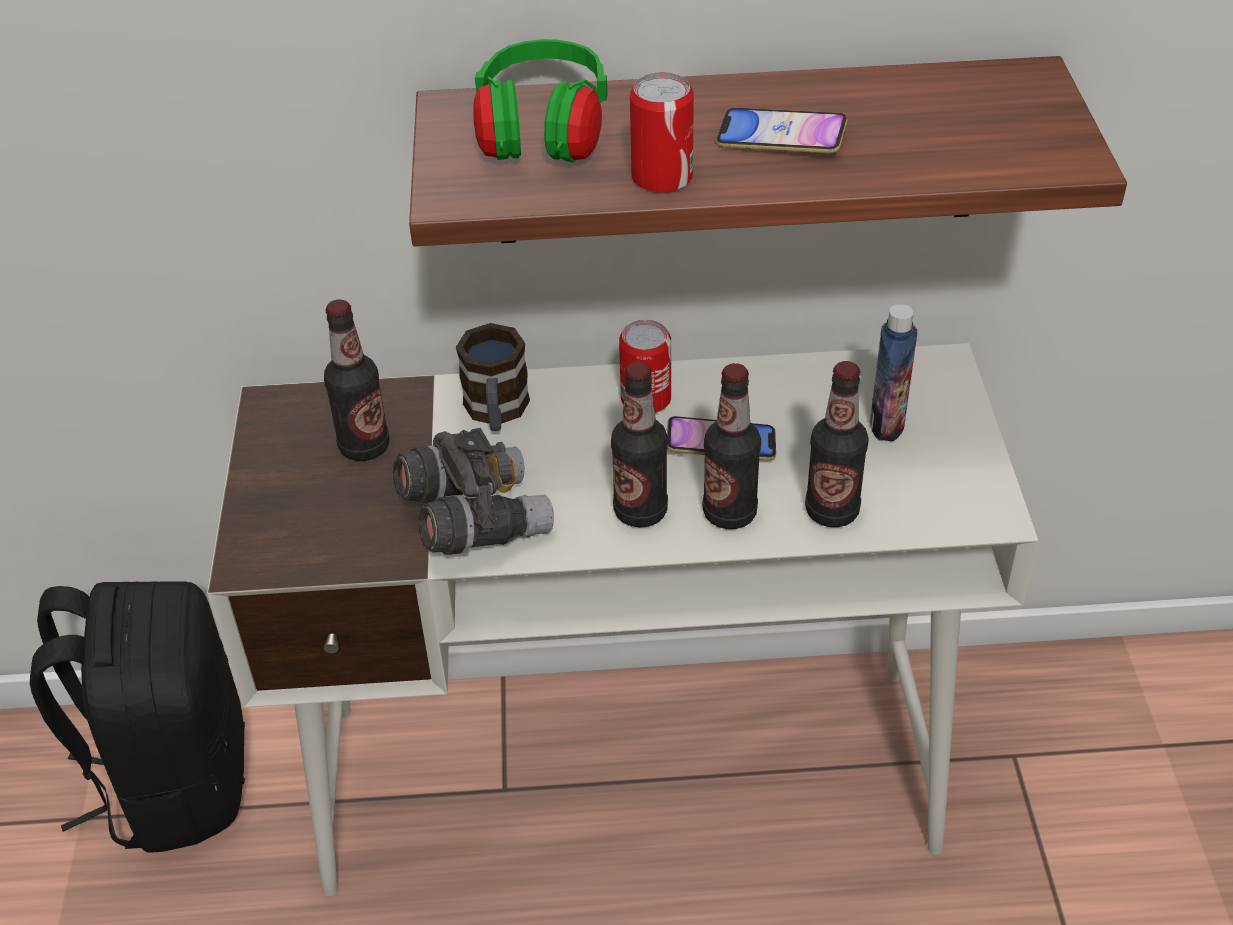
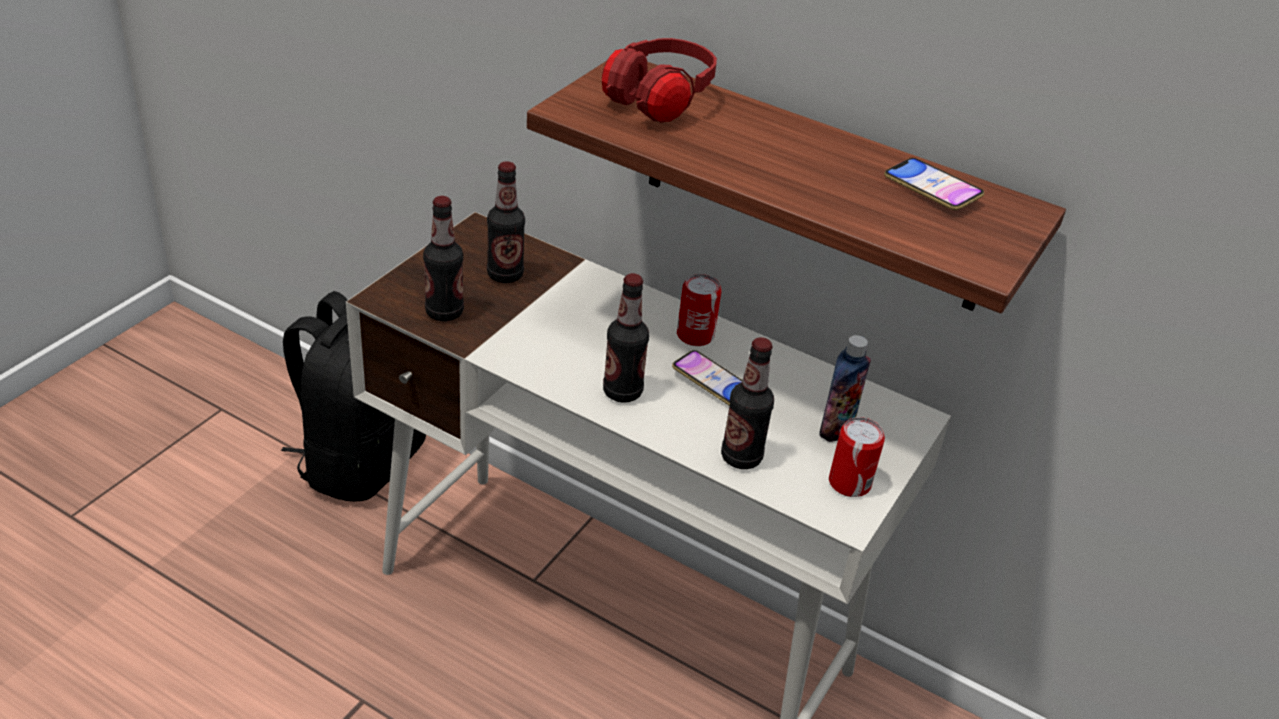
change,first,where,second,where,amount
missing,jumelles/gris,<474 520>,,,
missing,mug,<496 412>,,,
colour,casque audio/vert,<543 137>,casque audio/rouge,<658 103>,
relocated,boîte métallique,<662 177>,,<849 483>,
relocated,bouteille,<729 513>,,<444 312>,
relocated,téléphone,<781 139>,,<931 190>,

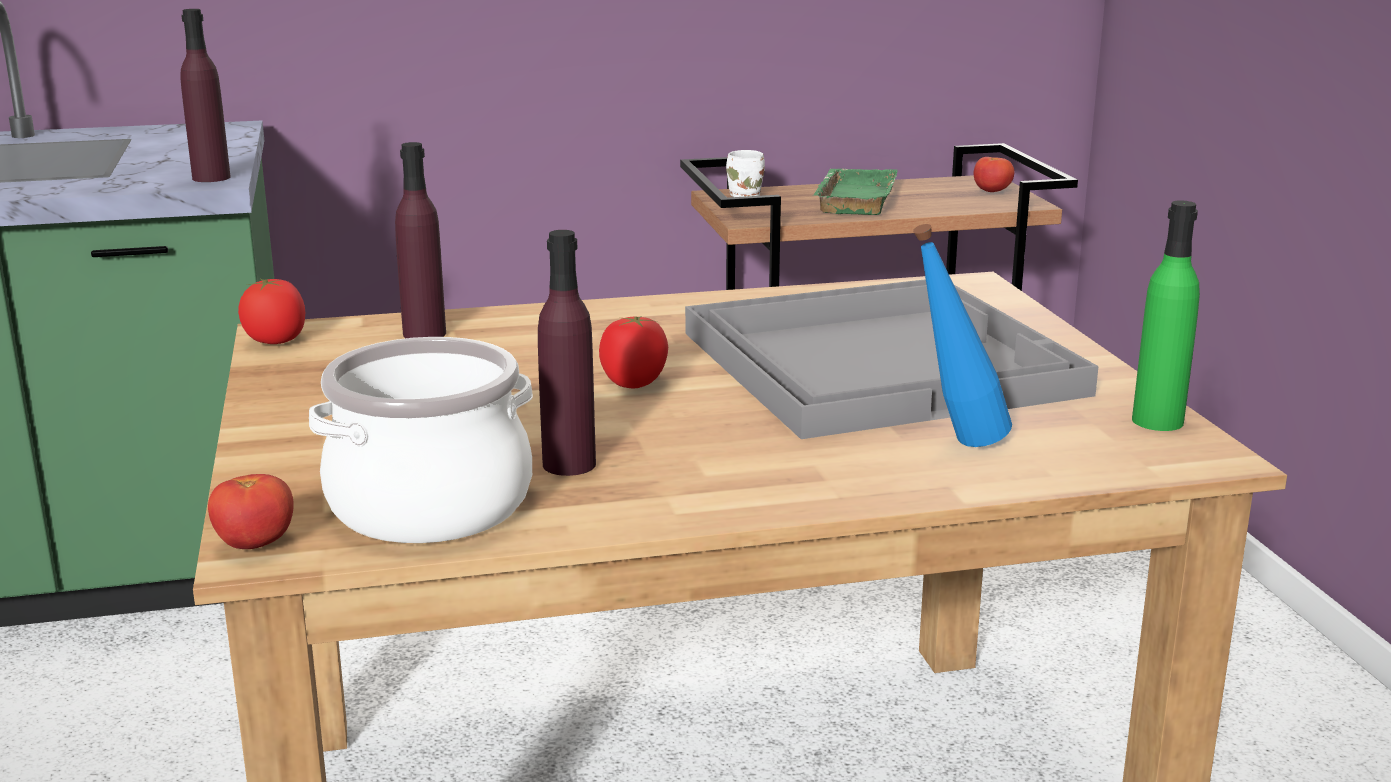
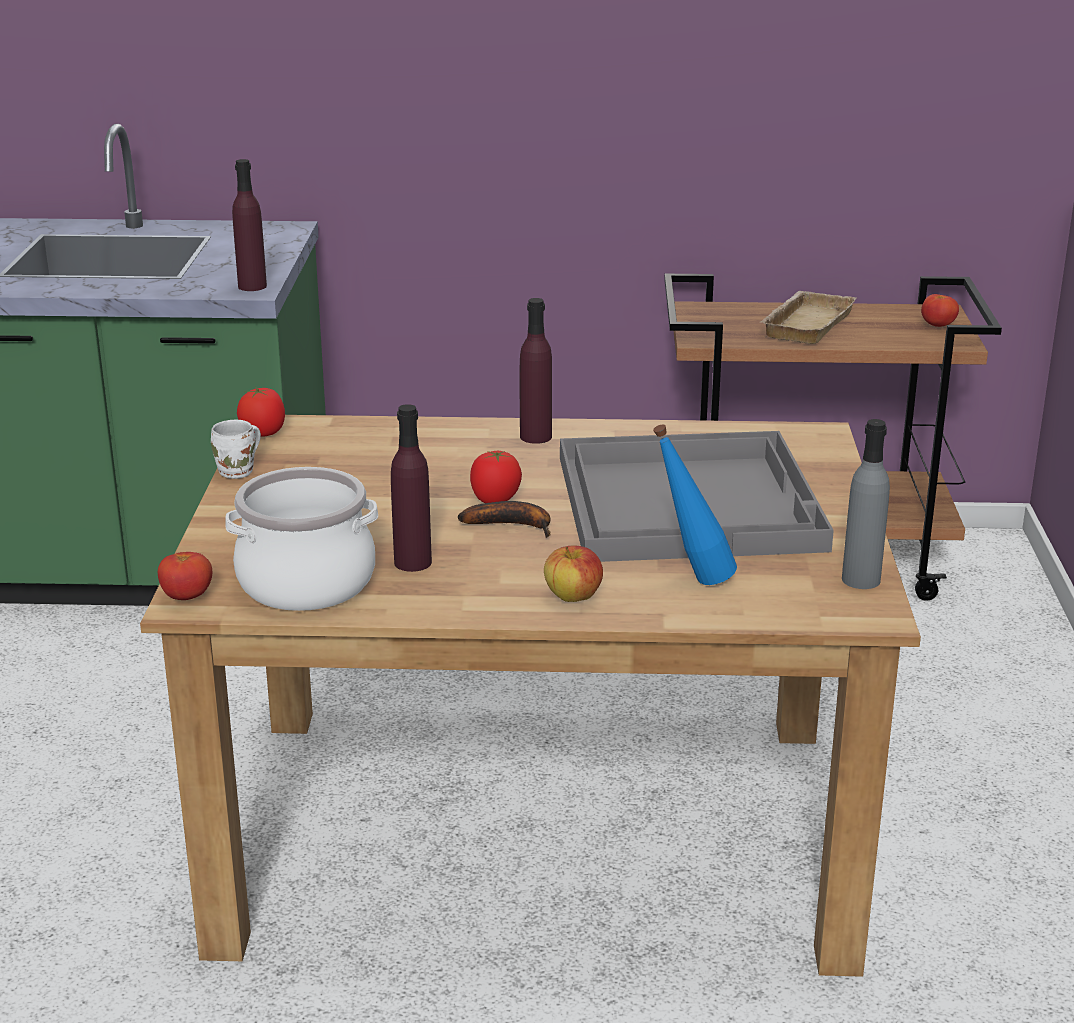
change,first,where,second,where,amount
relocated,bouteille/violet,<424 333>,,<535 437>,
relocated,mug/blanc,<747 196>,,<239 472>,
colour,plateau/vert,<852 199>,plateau/beige,<805 324>,
colour,bouteille/vert,<1157 421>,bouteille/gris,<861 580>,
appeared,,,banane,<513 525>,
appeared,,,pomme,<573 597>,

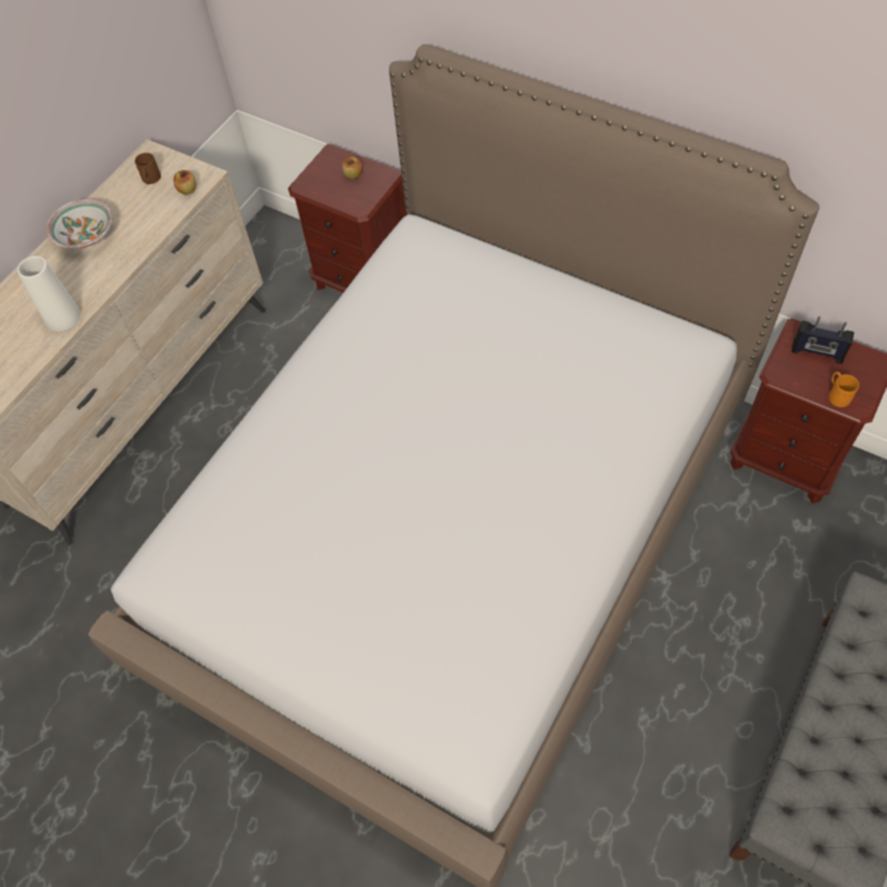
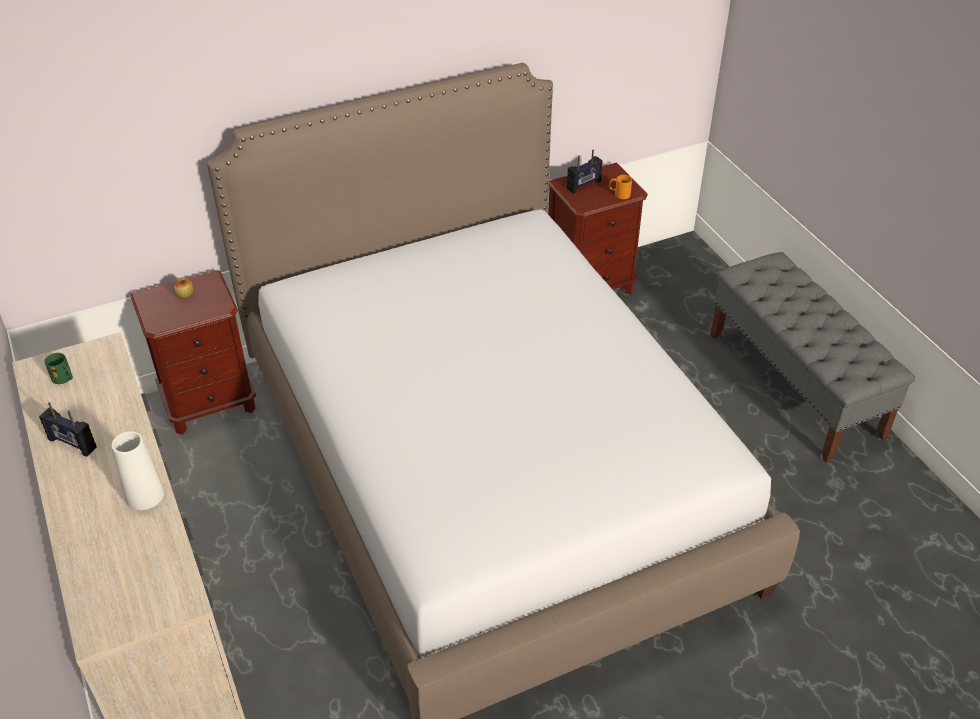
change,first,where,second,where,amount
exchanged,bol,<87 236>,radio,<72 444>,
colour,mug/marron,<151 180>,mug/vert,<65 378>,
missing,pomme,<187 190>,,,

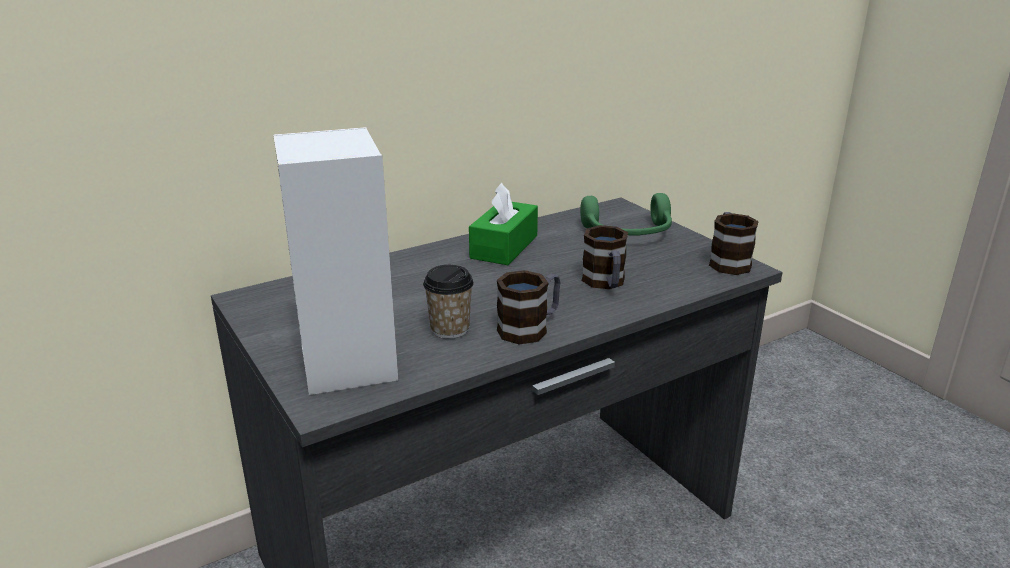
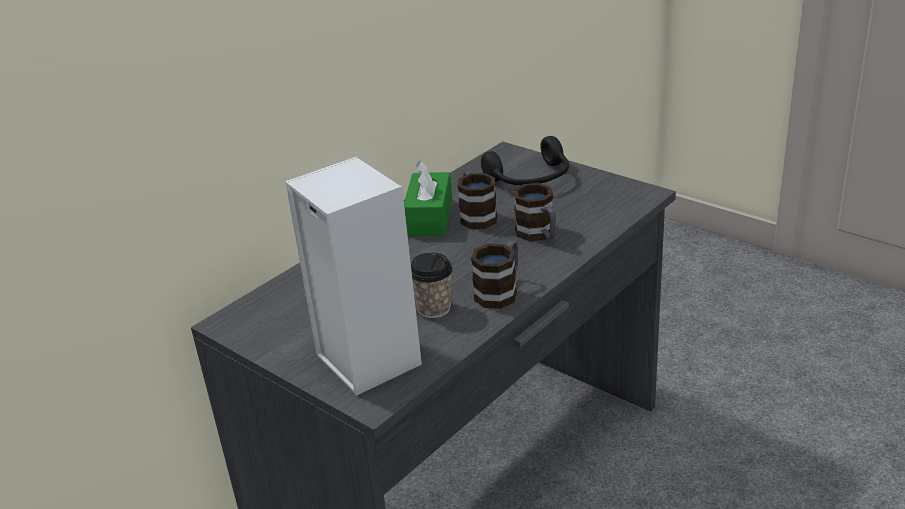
change,first,where,second,where,amount
colour,casque audio/vert,<628 233>,casque audio/noir,<530 179>,
relocated,mug,<728 261>,,<476 215>,

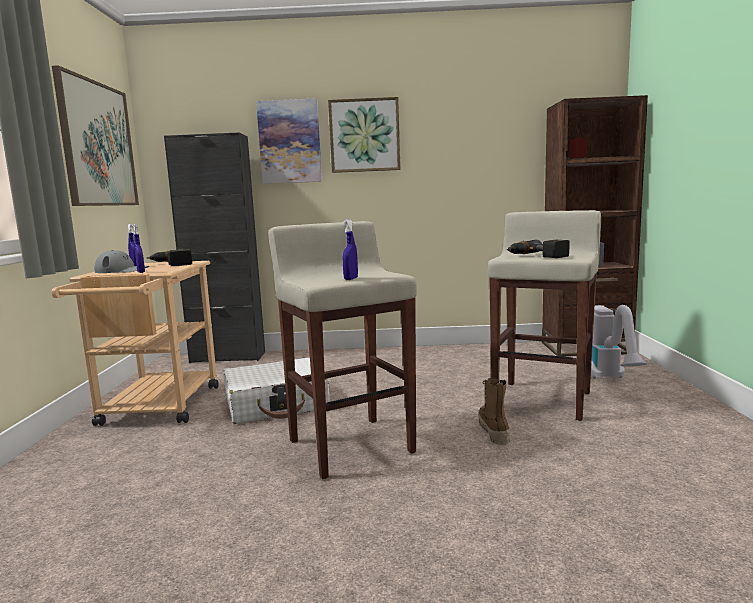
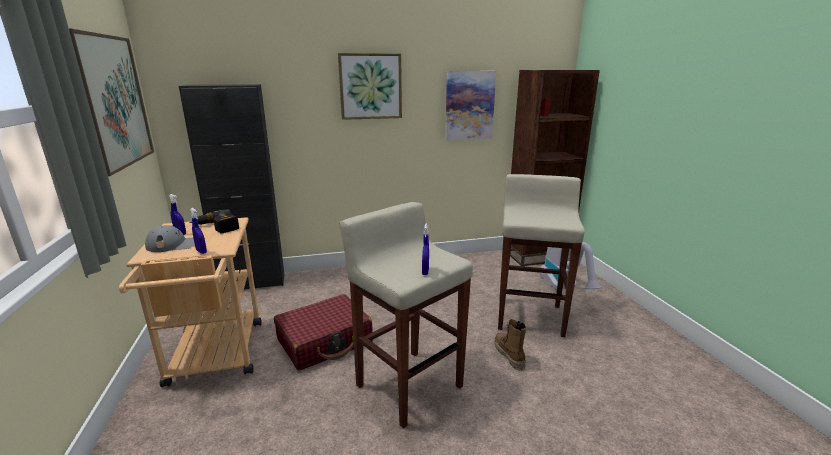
change,first,where,second,where,amount
colour,valise/blanc,<277 404>,valise/rouge,<325 341>,
relocated,tableau,<290 142>,,<469 105>,
missing,perceuse,<537 256>,,,

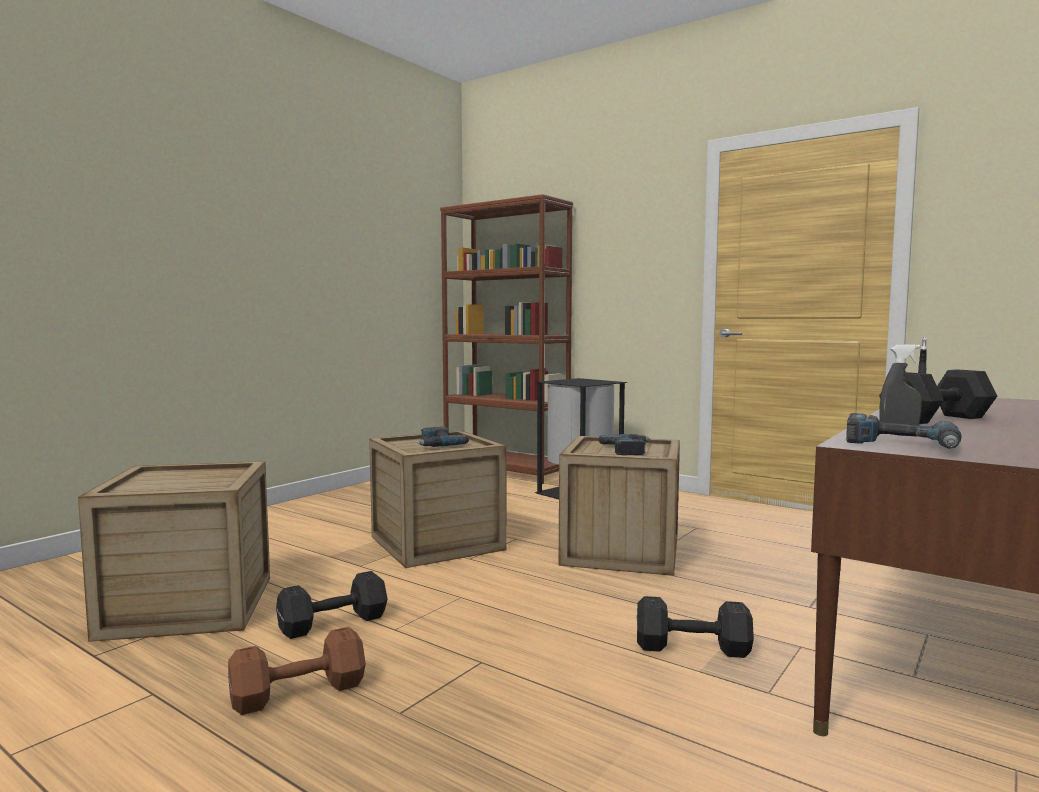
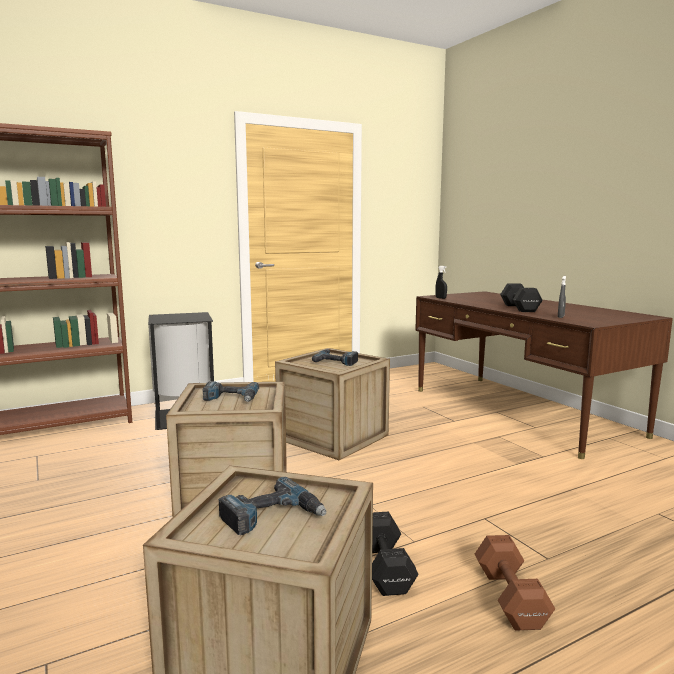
change,first,where,second,where,amount
missing,haltère/noir,<695 648>,,,
relocated,perceuse,<901 444>,,<272 516>,

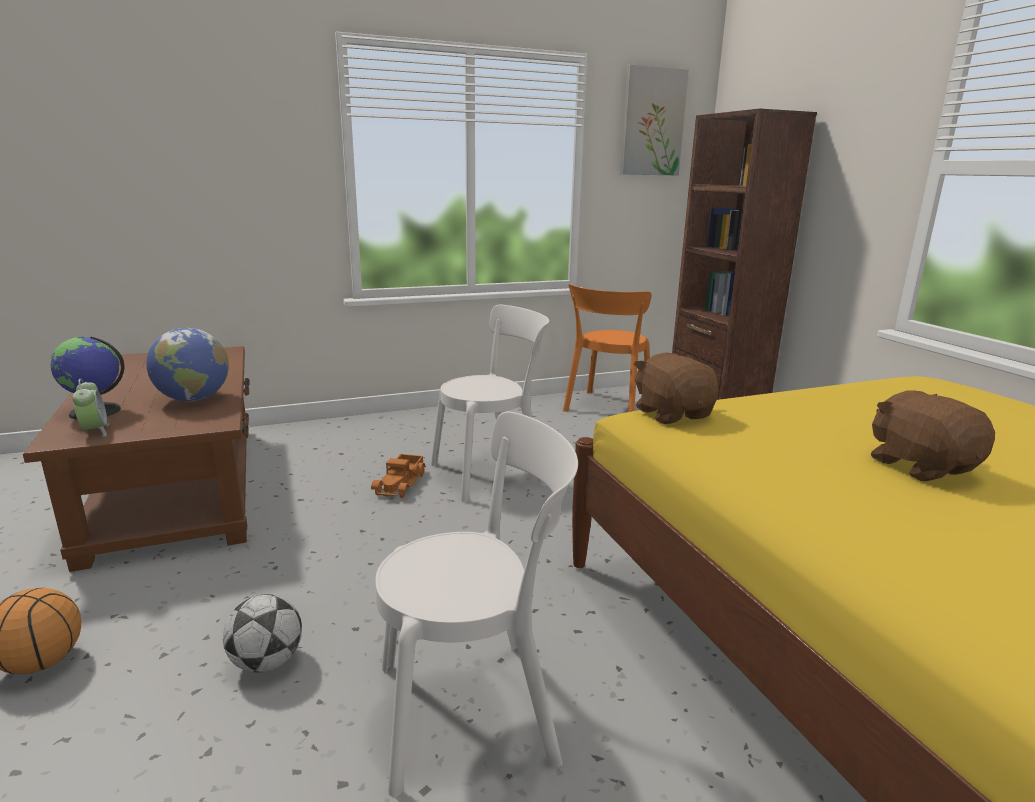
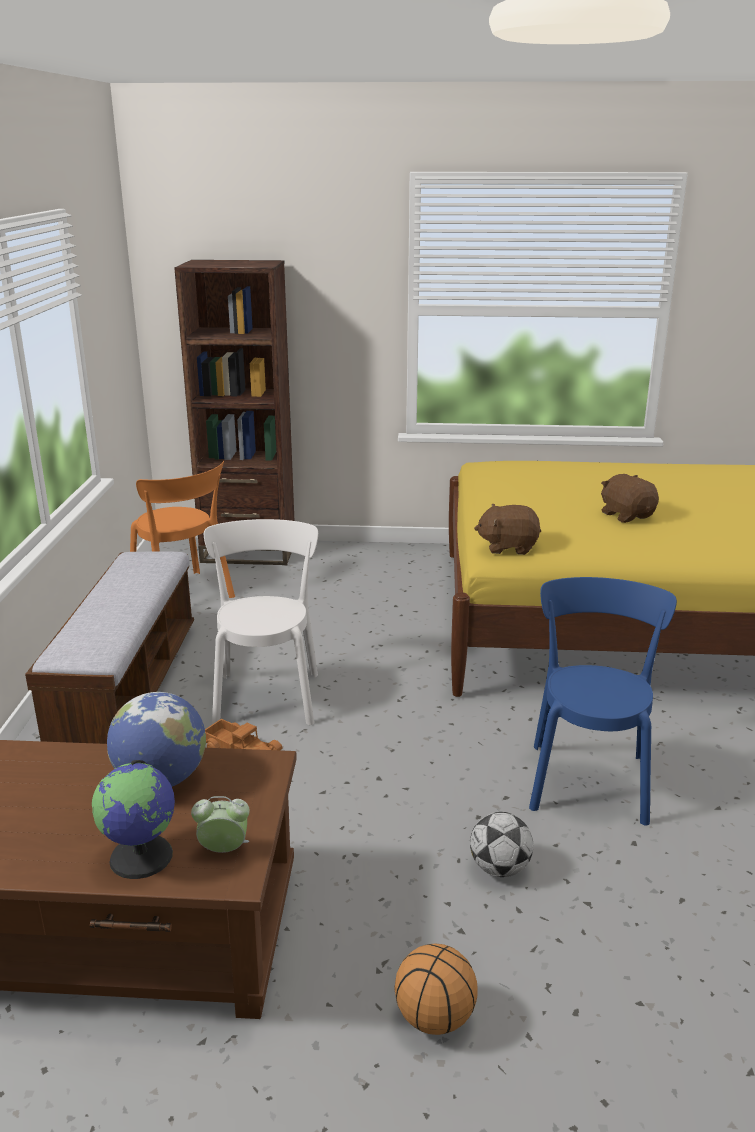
change,first,where,second,where,amount
colour,chaise/blanc,<475 709>,chaise/bleu,<588 778>,
missing,tableau,<652 122>,,,
spun,peluche/marron,<920 466>,,<626 515>,60 degrees clockwise
appeared,,,banc,<128 688>,

